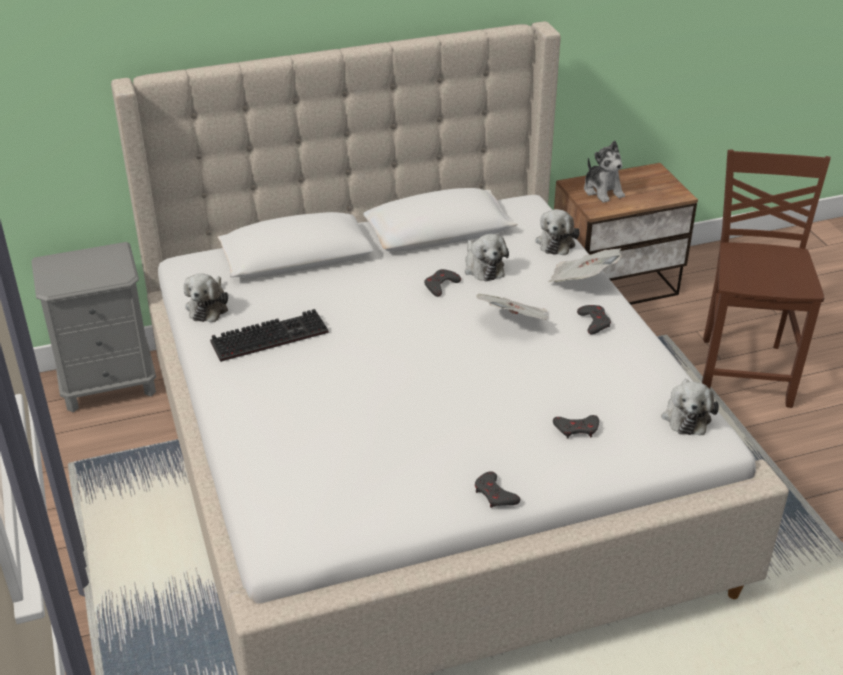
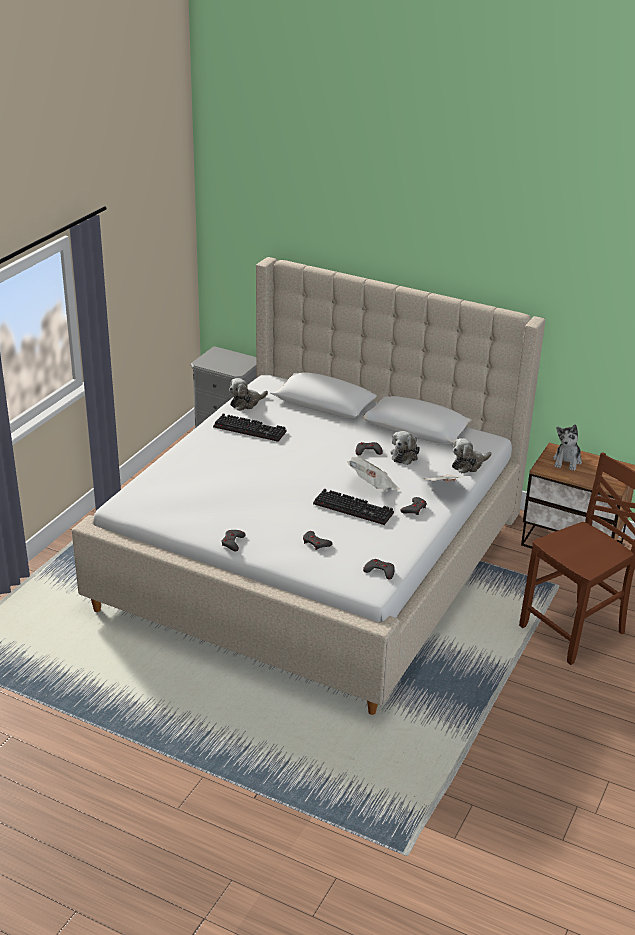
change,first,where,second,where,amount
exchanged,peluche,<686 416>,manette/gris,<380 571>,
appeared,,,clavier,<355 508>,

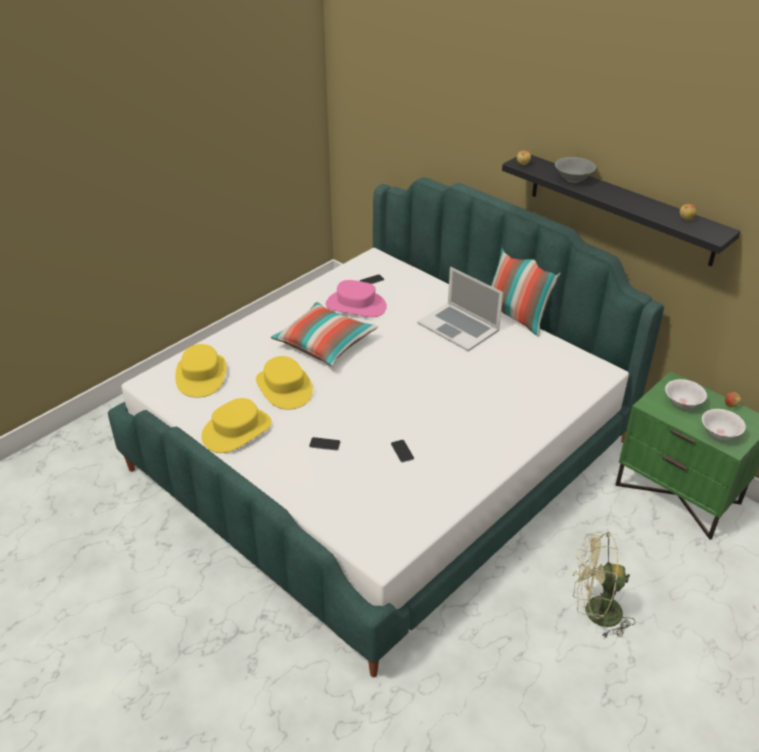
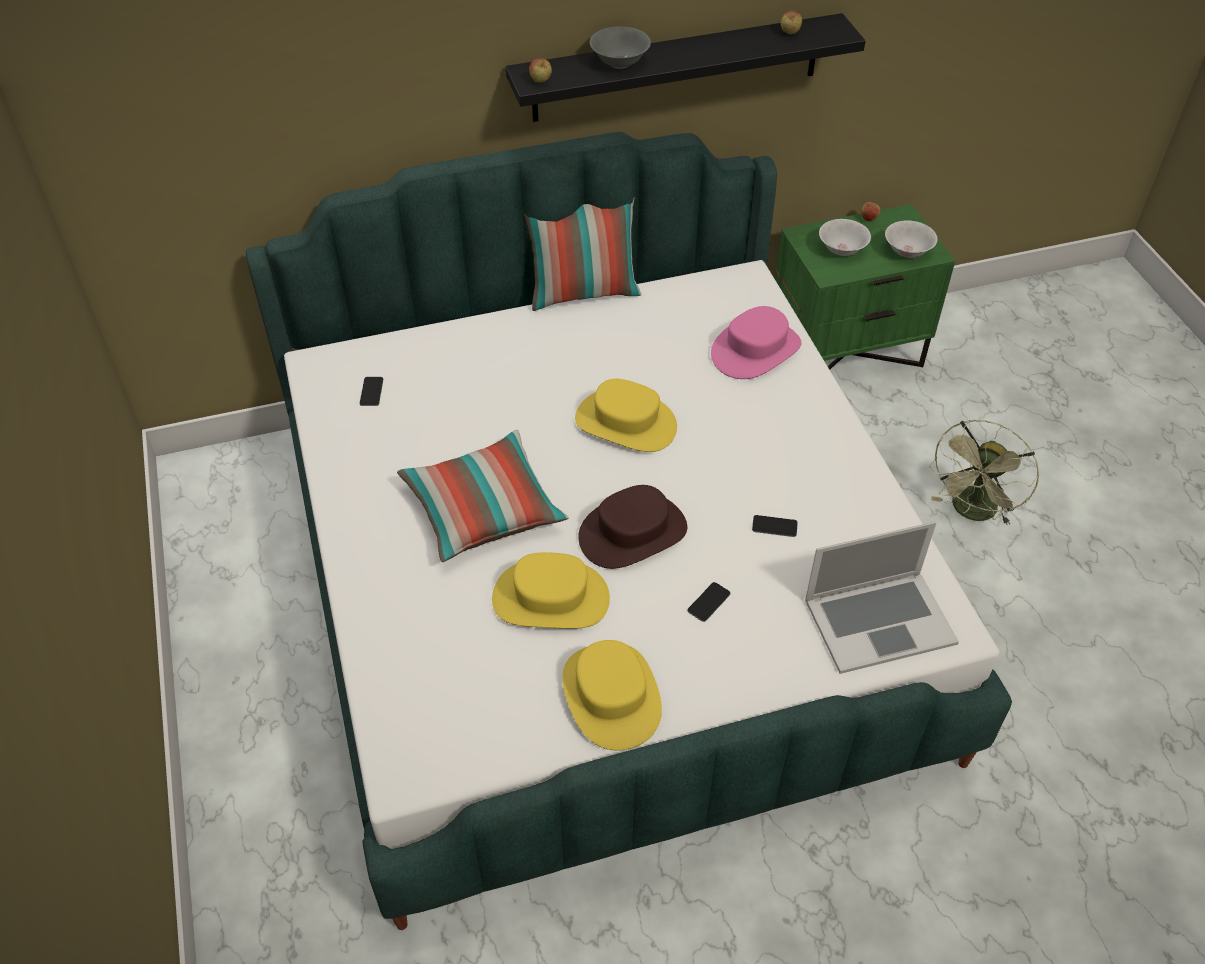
change,first,where,second,where,amount
relocated,chapeau/jaune,<201 375>,,<626 423>,
relocated,chapeau/rose,<356 305>,,<755 349>,
relocated,ordinateur portable,<458 326>,,<879 620>,
appeared,,,chapeau/marron,<632 532>,

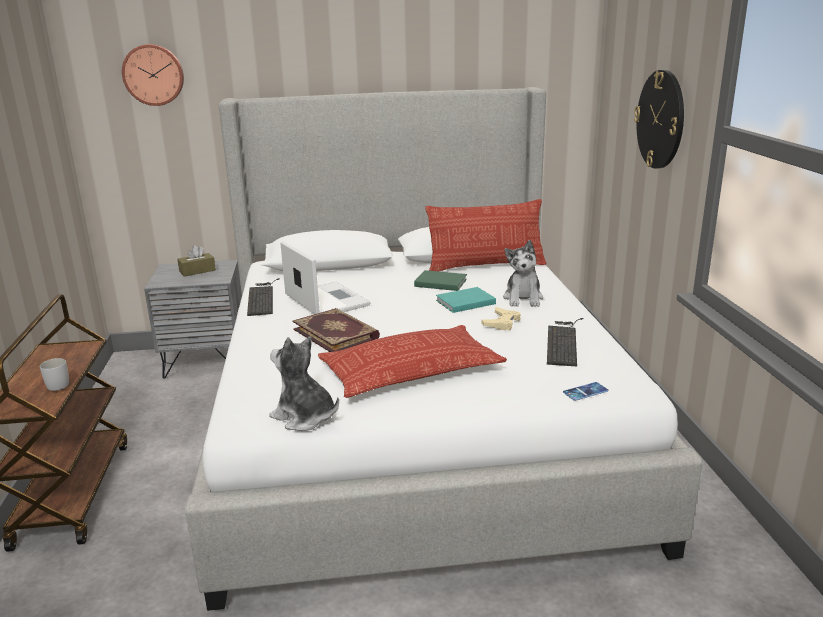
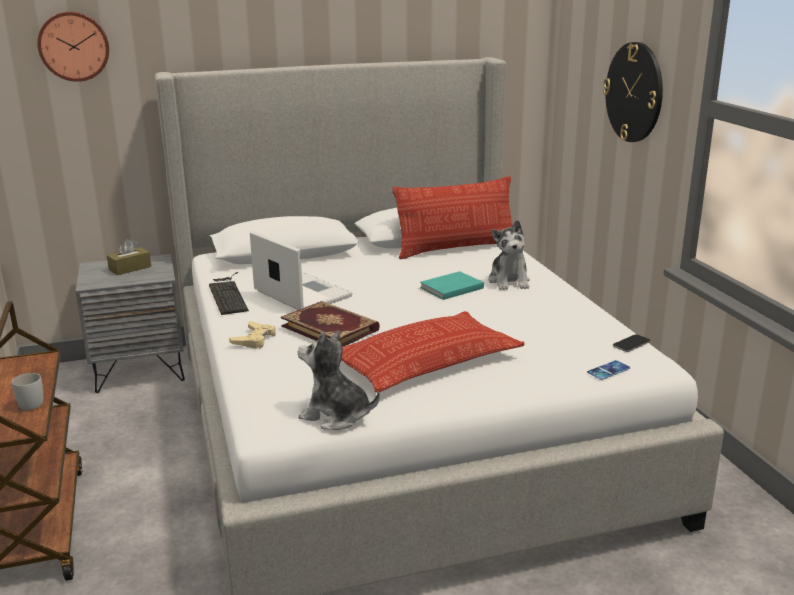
change,first,where,second,where,amount
missing,livre/vert,<439 282>,,,
relocated,manette/beige,<502 323>,,<255 339>,
missing,clavier,<563 341>,,,
appeared,,,téléphone,<631 344>,

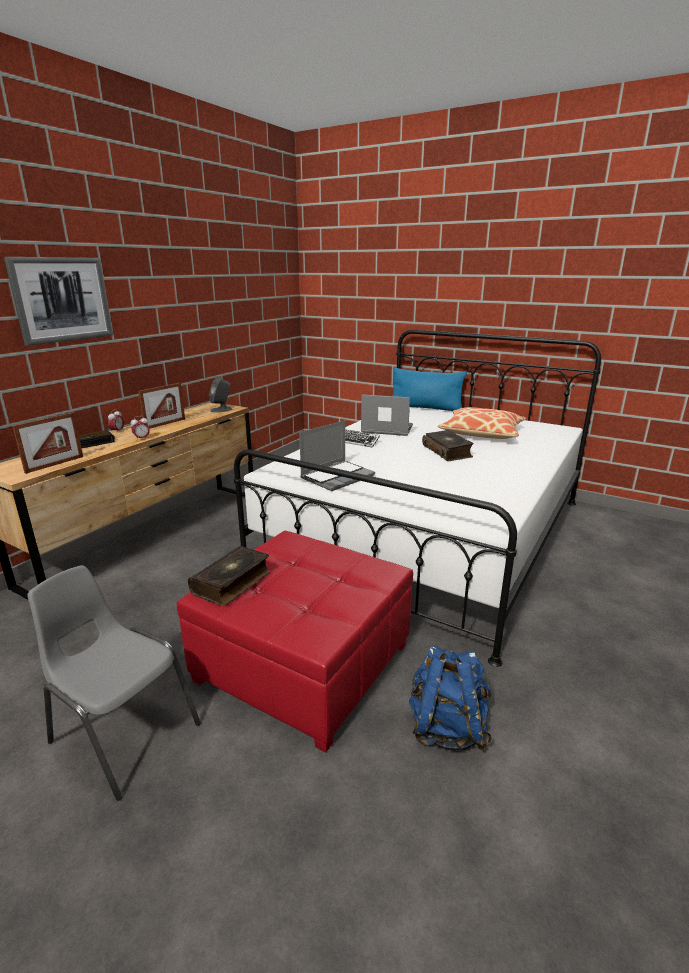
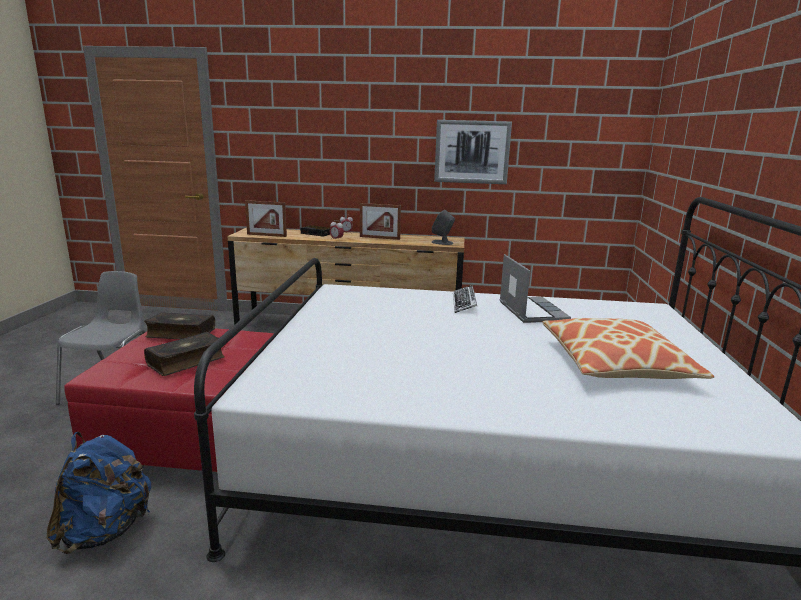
change,first,where,second,where,amount
relocated,tableau,<62 299>,,<472 152>,
missing,ordinateur portable,<337 476>,,,
missing,coussin/bleu,<425 408>,,,
relocated,livre,<447 451>,,<186 361>,

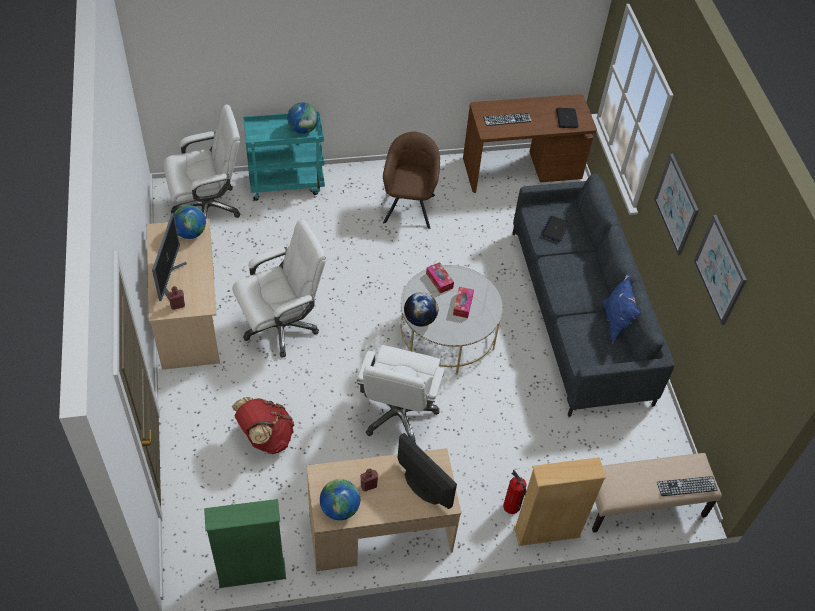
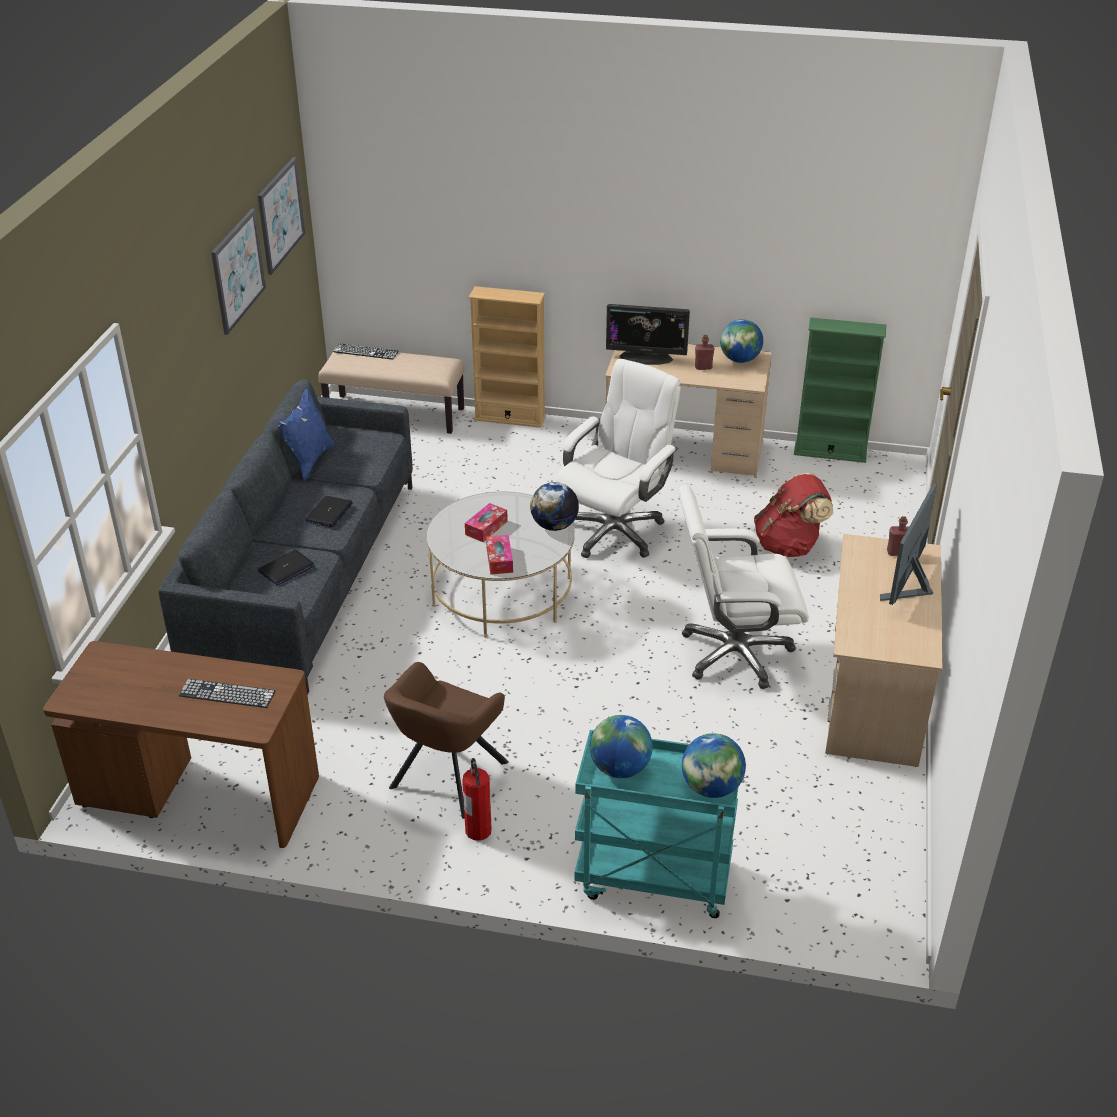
change,first,where,second,where,amount
missing,chaise de bureau/blanc,<208 207>,,,
relocated,globe,<190 233>,,<711 788>,
spun,écran d'ordinateur,<423 485>,,<646 357>,60 degrees counterclockwise
relocated,extincteur,<511 506>,,<478 830>,
relocated,ordinateur portable,<567 118>,,<329 512>,
relocated,tableau,<676 204>,,<280 215>,

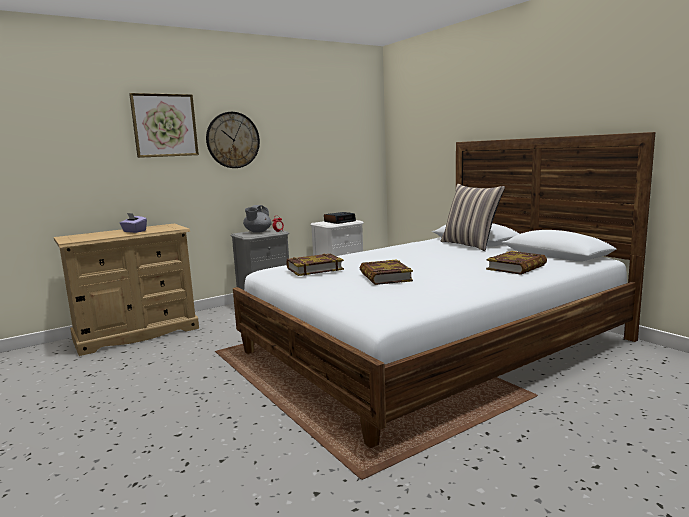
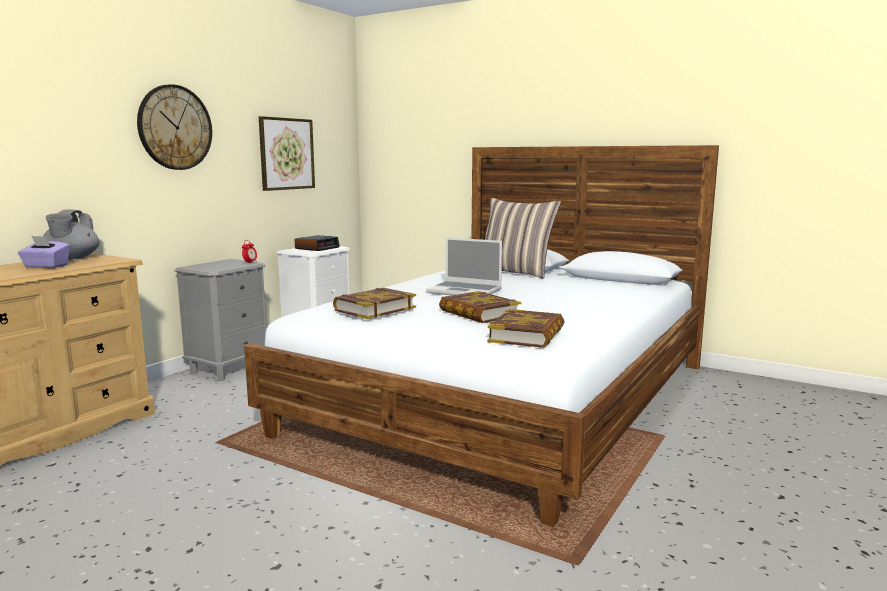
change,first,where,second,where,amount
relocated,tableau,<164 125>,,<286 154>,
relocated,théière/gris,<257 232>,,<72 258>,
relocated,livre,<516 267>,,<527 335>,
appeared,,,ordinateur portable,<465 291>,

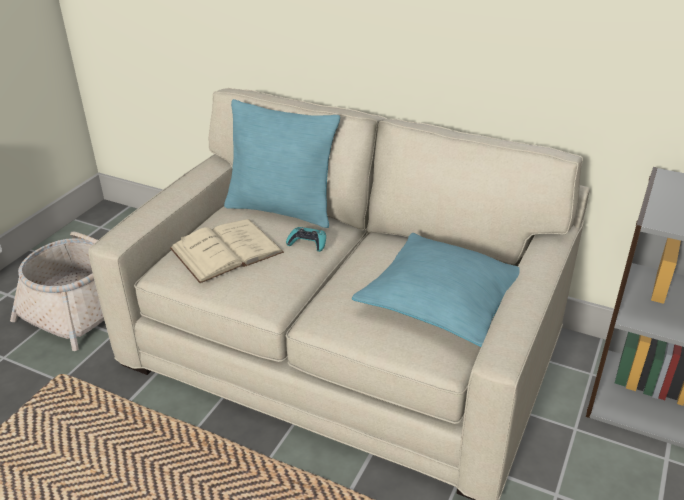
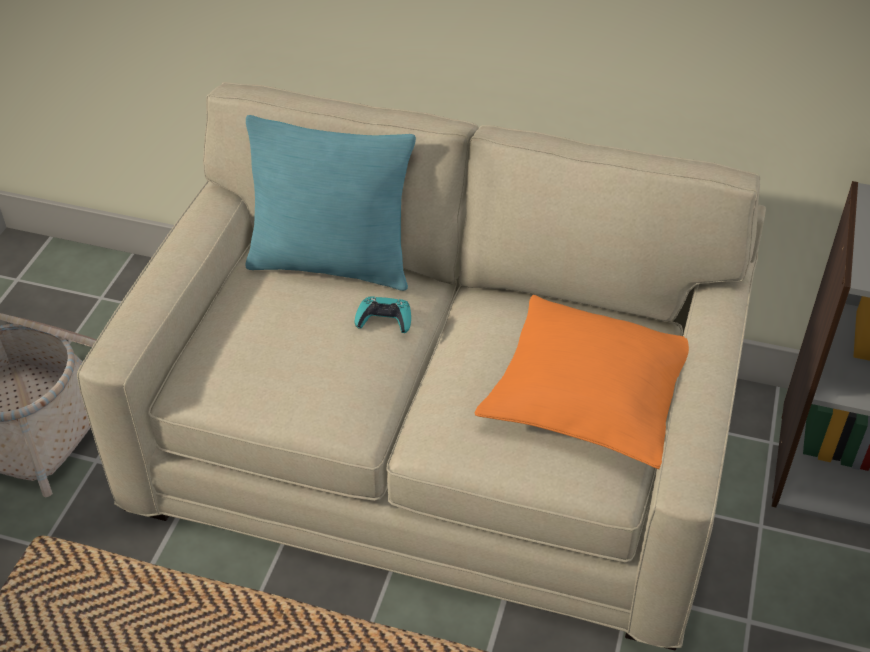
change,first,where,second,where,amount
missing,livre/beige,<226 250>,,,
colour,coussin/turquoise,<442 301>,coussin/orange,<589 395>,

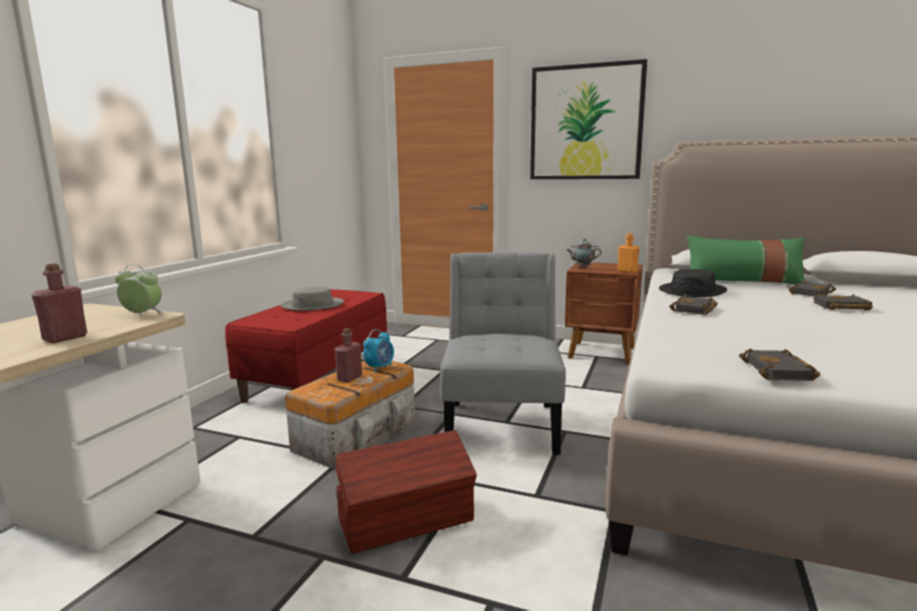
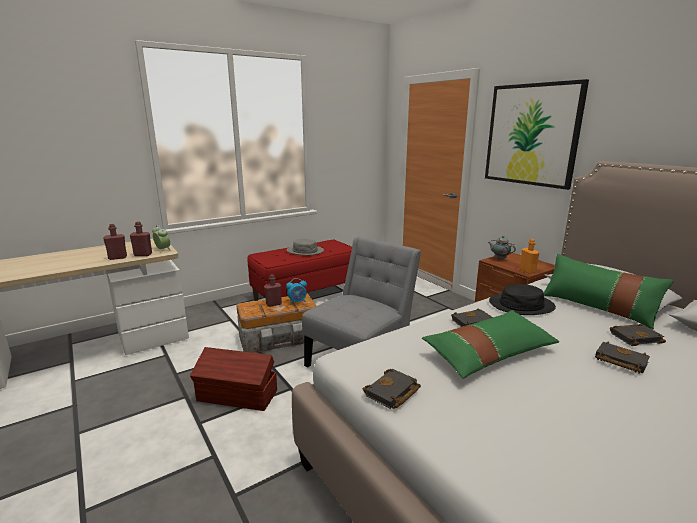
change,first,where,second,where,amount
appeared,,,bouteille/rouge,<143 255>,
appeared,,,coussin/vert,<489 354>,

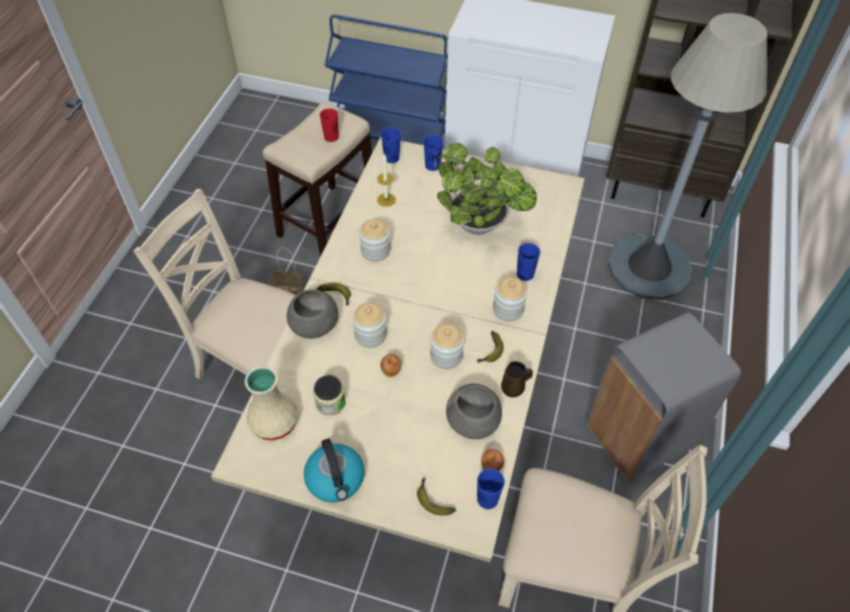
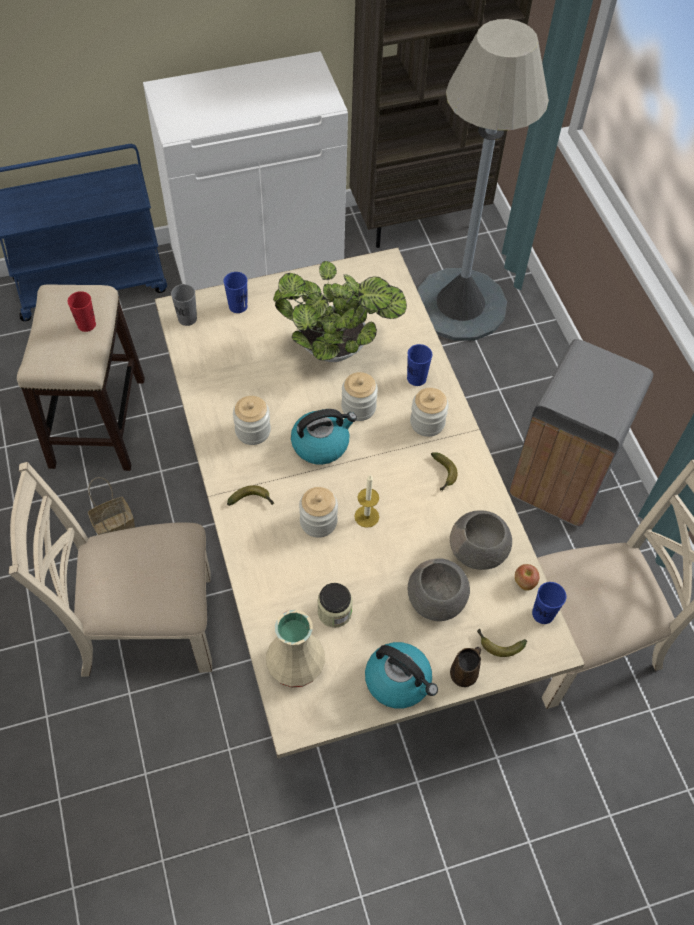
change,first,where,second,where,amount
relocated,bol/gris,<313 326>,,<436 600>,
relocated,bougie,<386 199>,,<366 516>,
missing,pomme,<391 371>,,,
colour,tasse/bleu,<391 158>,tasse/gris,<187 318>,
relocated,bocal,<446 356>,,<358 407>,
relocated,mug/marron,<514 388>,,<464 673>,
appeared,,,bouilloire,<321 444>,

